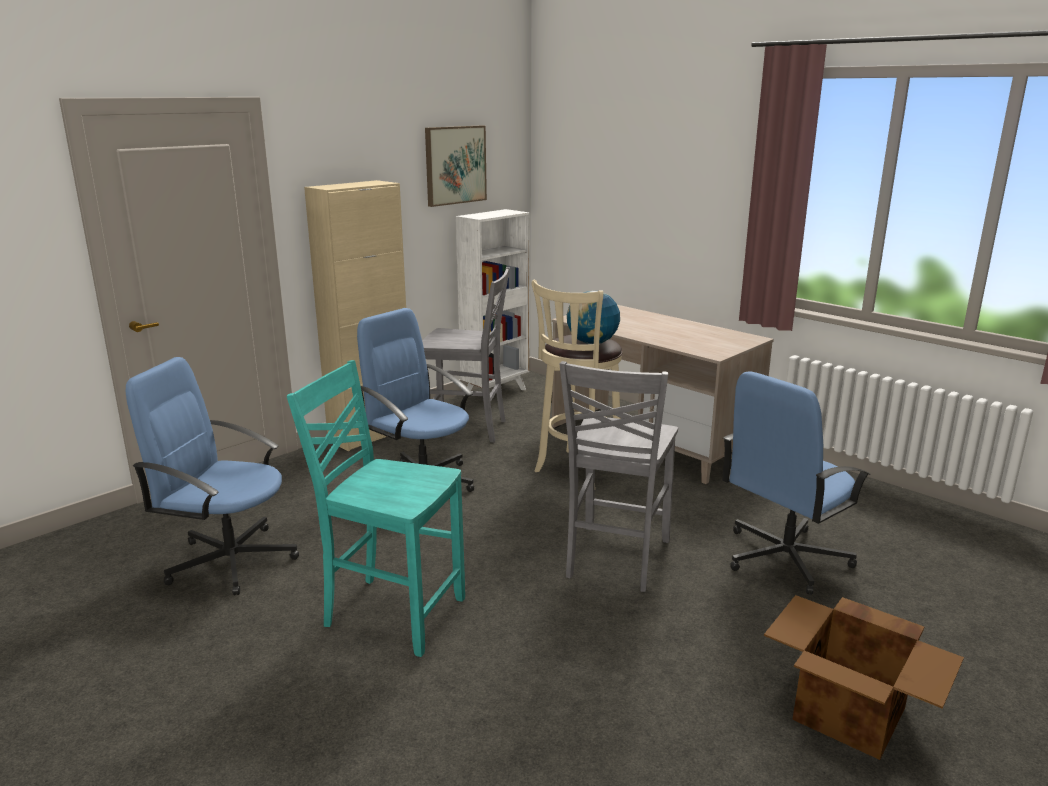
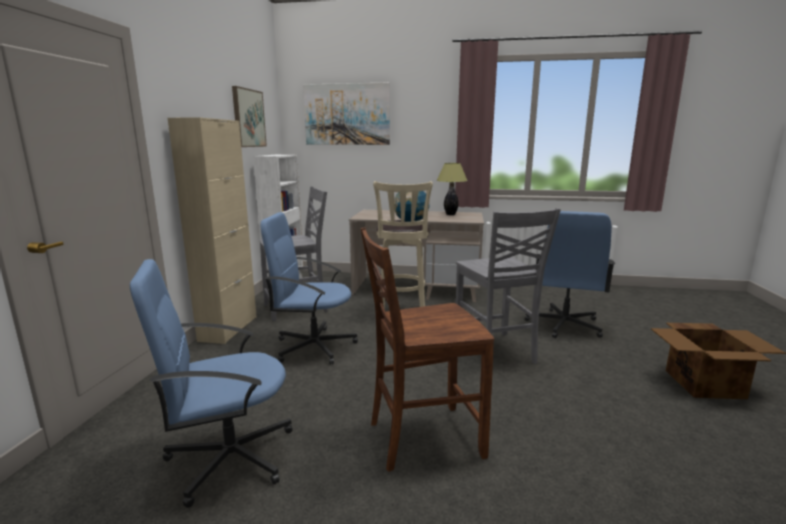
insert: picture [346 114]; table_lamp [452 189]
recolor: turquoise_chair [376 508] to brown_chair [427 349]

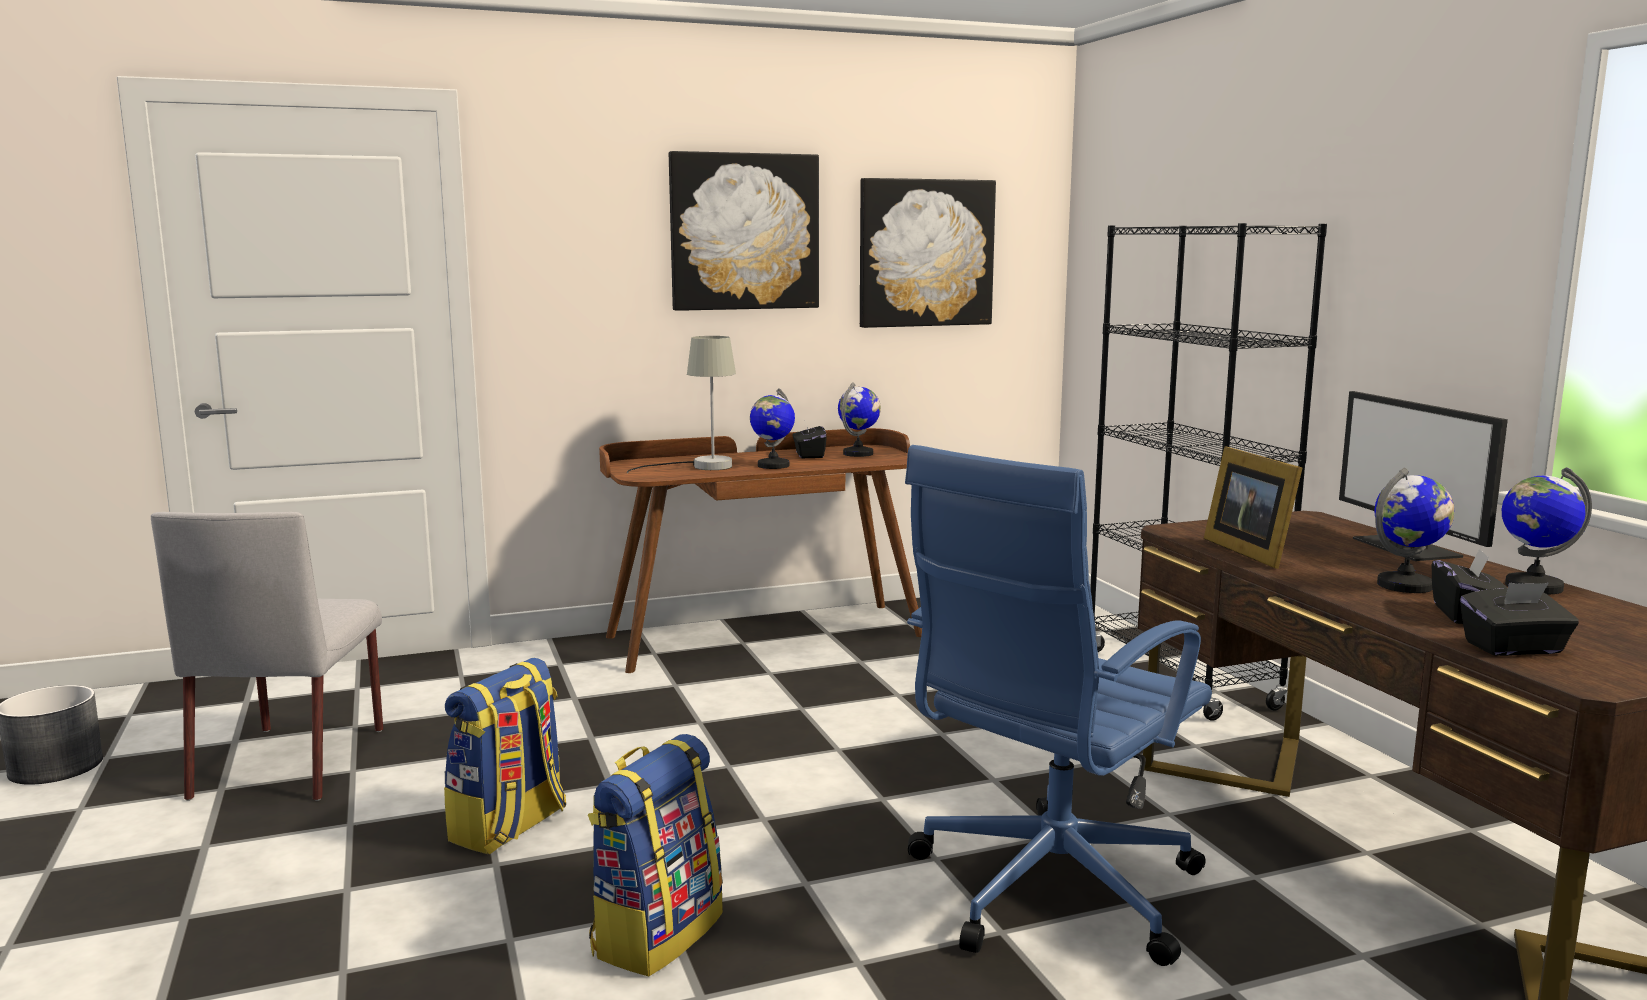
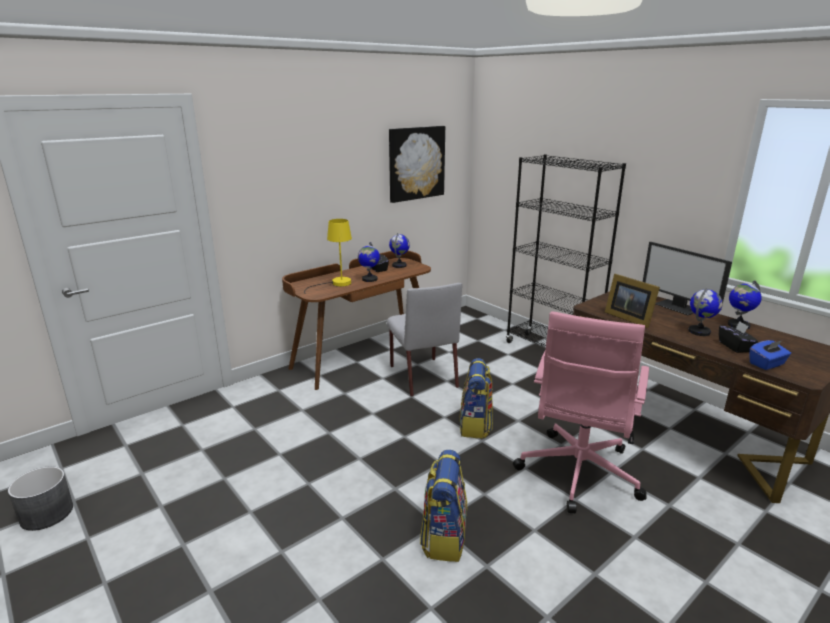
delete: picture [744 231]
move: grey_chair [267 656] to [424 340]; backpack [505 756] to [476 398]
recolor: grey_table_lamp [681 404] to yellow_table_lamp [328 256]; blue_office_chair [1058 705] to pink_office_chair [581 412]; black_tissue_box [1519 619] to blue_tissue_box [770 355]

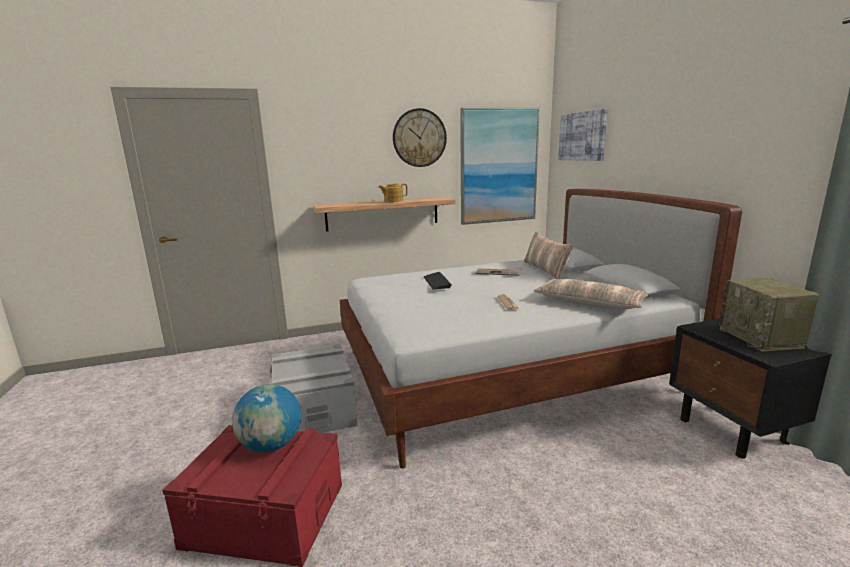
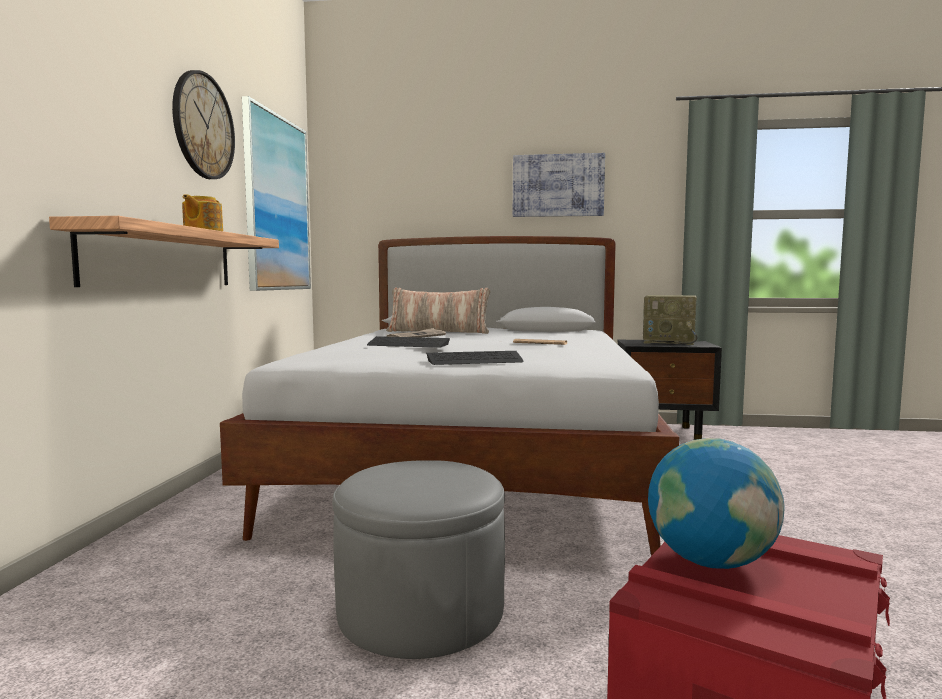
delete: pillow [591 294]
insert: keyboard [474 358]
move: picture [582 135] to [559 185]
replace: grey_storage_box [313 389] to grey_ottoman [418 559]

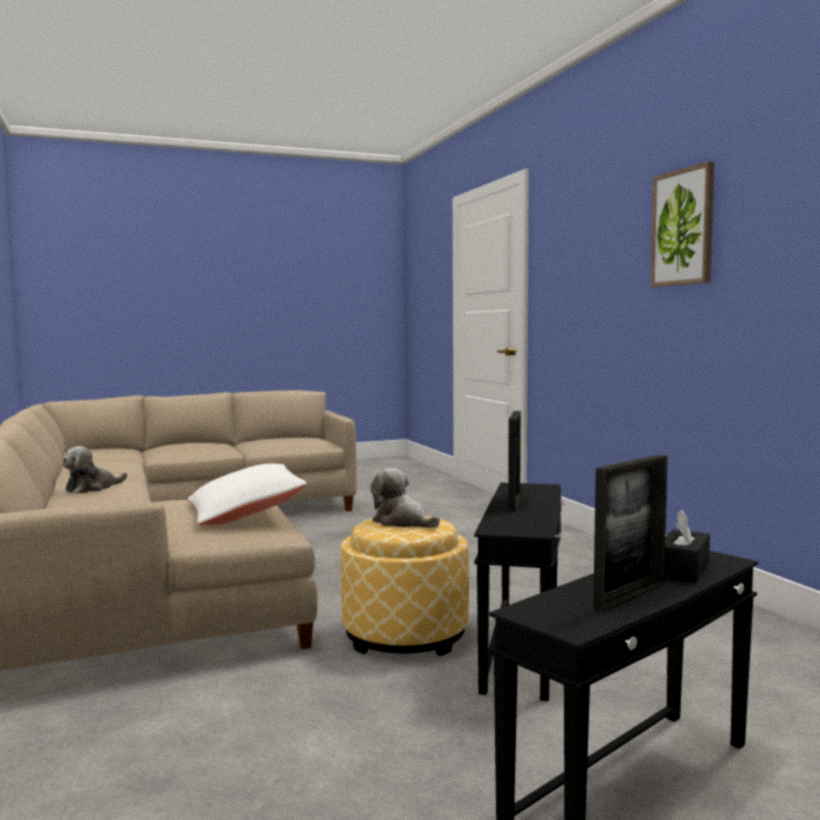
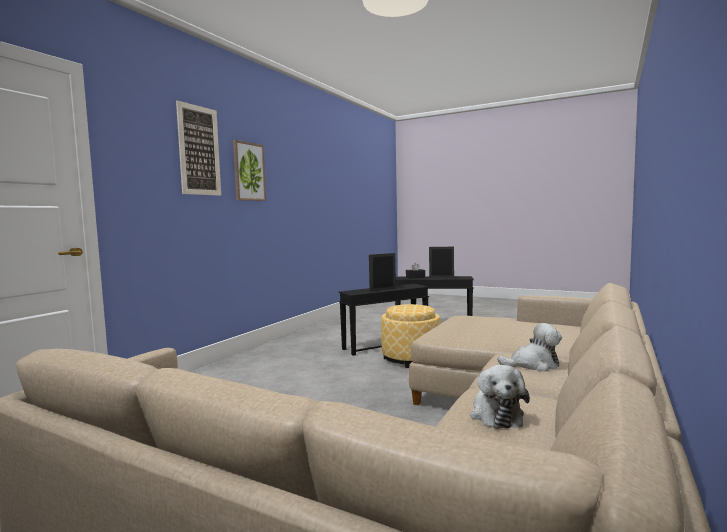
delete: white_pillow [247 494]
insert: picture [198 148]
move: plush_toy [405 498] to [500 397]

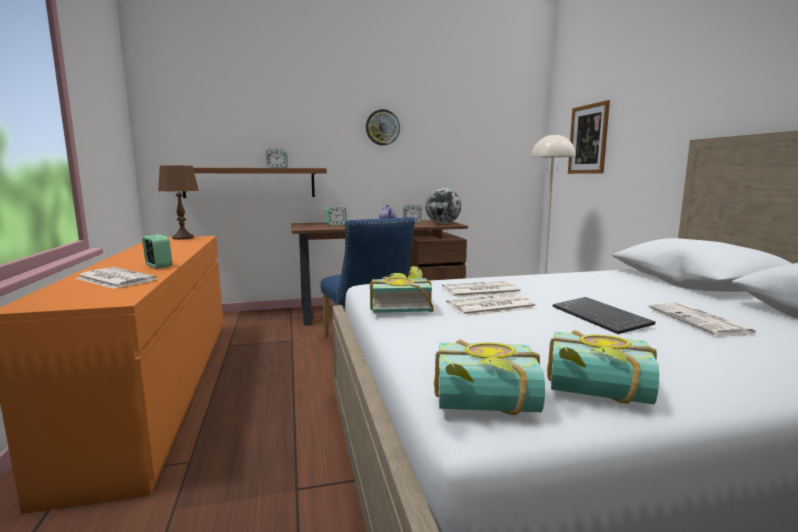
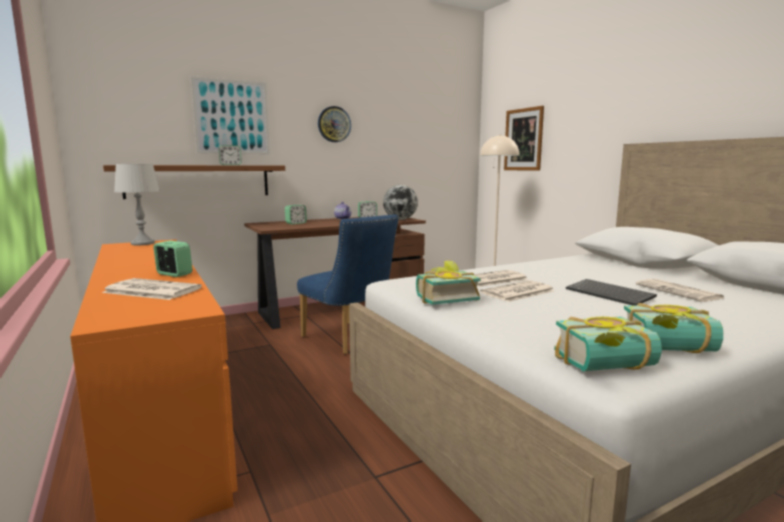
insert: picture [230 115]
recolor: brown_table_lamp [178 202] to grey_table_lamp [137 204]

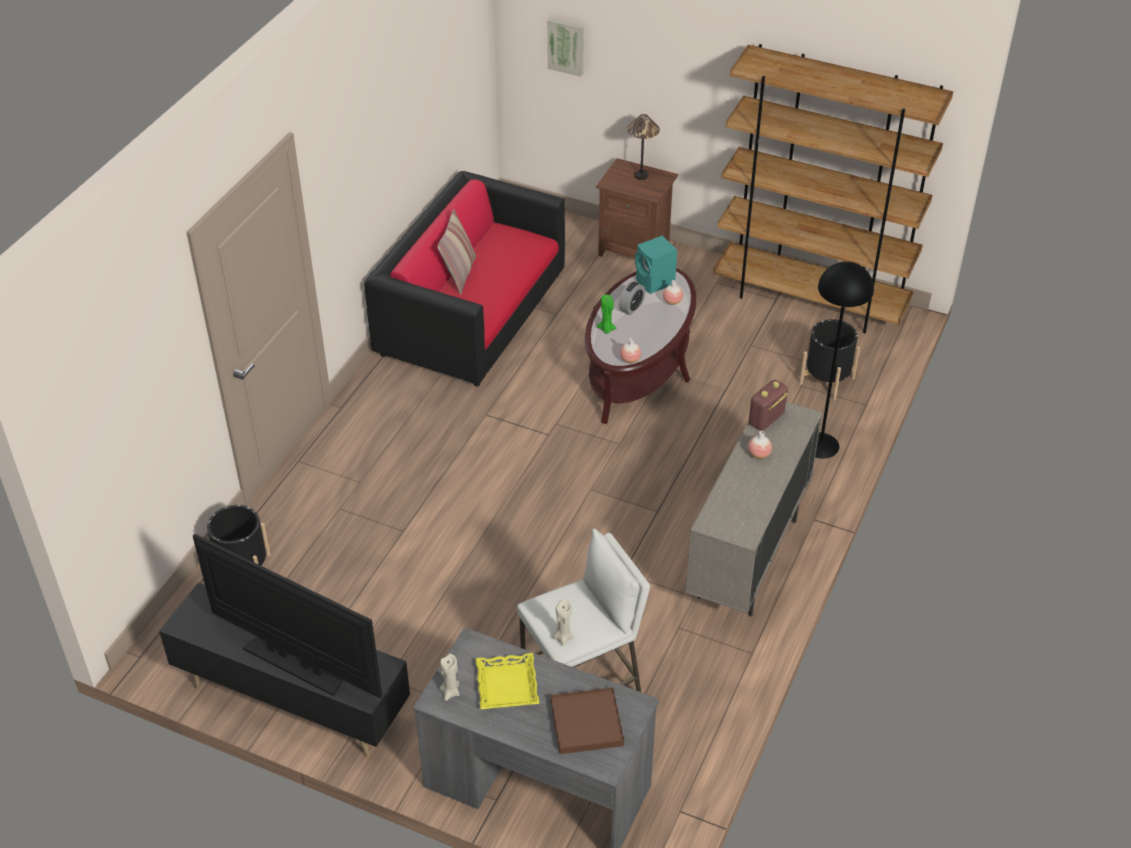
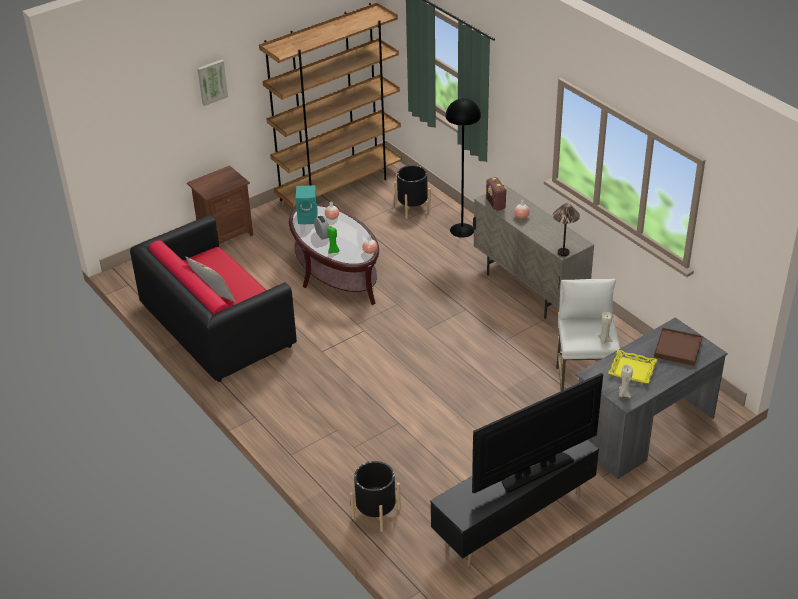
move: picture [565 47] to [212 82]; table_lamp [643 147] to [566 229]

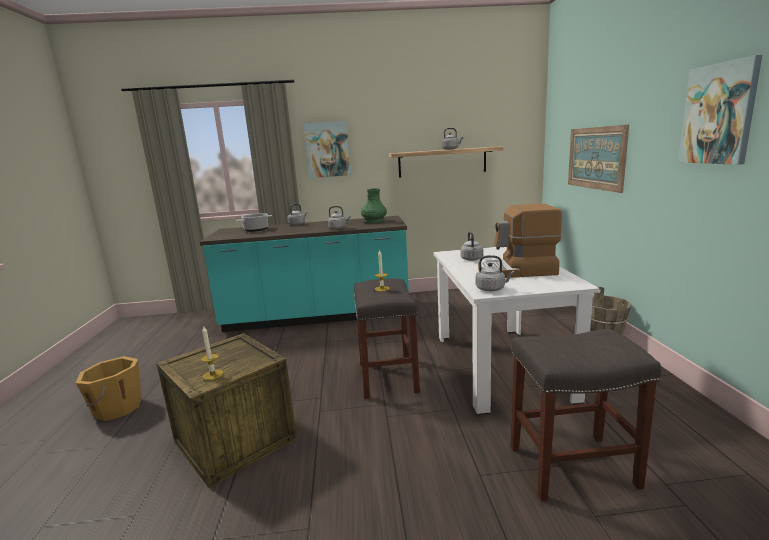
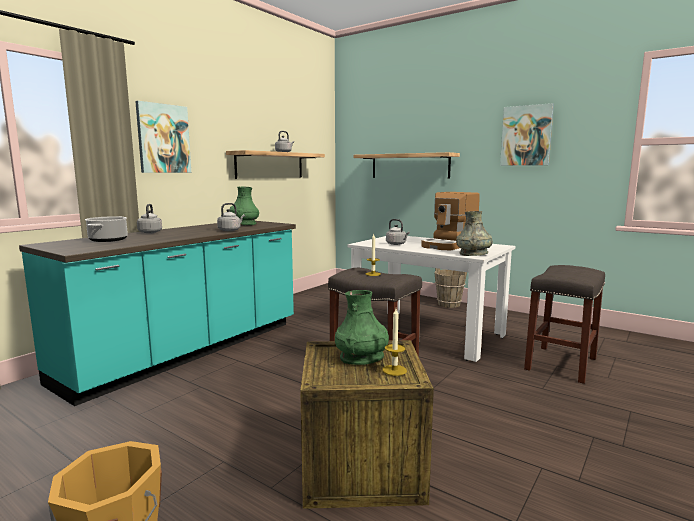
insert: green_vase [362 327]
replace: grey_kettle [495 273] to grey_vase [474 233]; picture [598 158] to shelf [407 165]

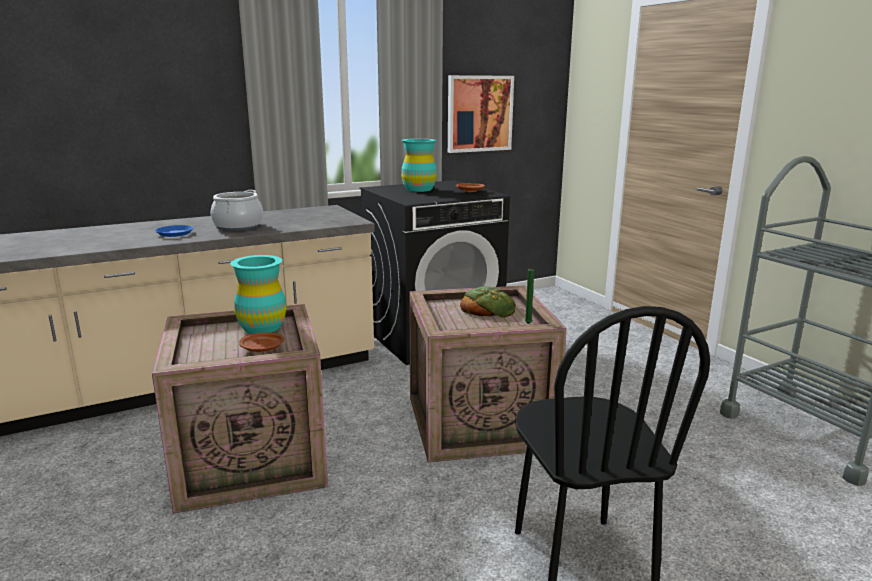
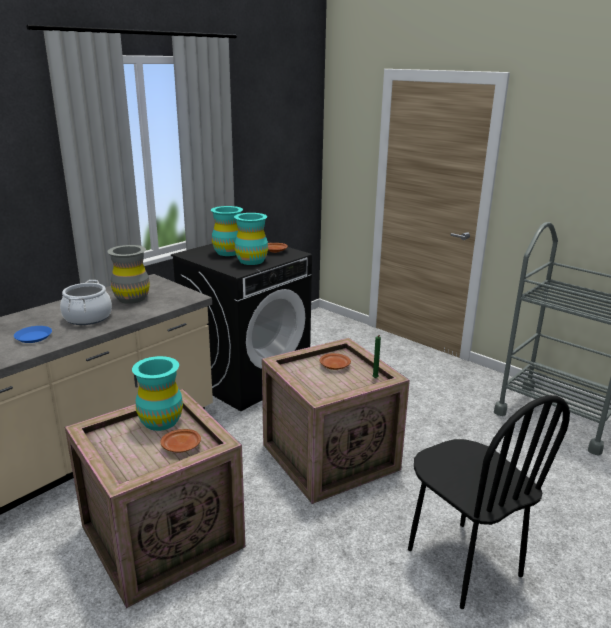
delete: picture [481 114]
insert: grey_vase [128 274]; turquoise_vase [251 239]
replace: bread [488 302] to brown_plate [335 361]

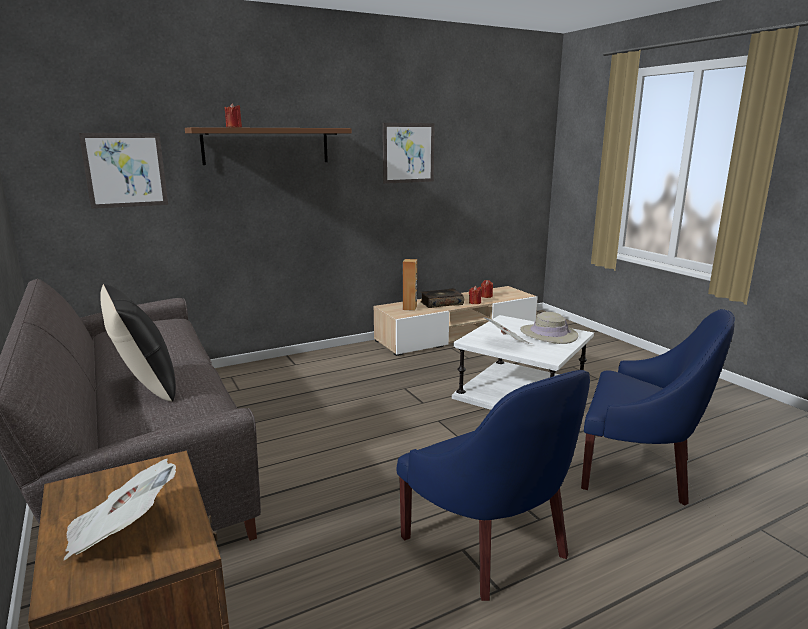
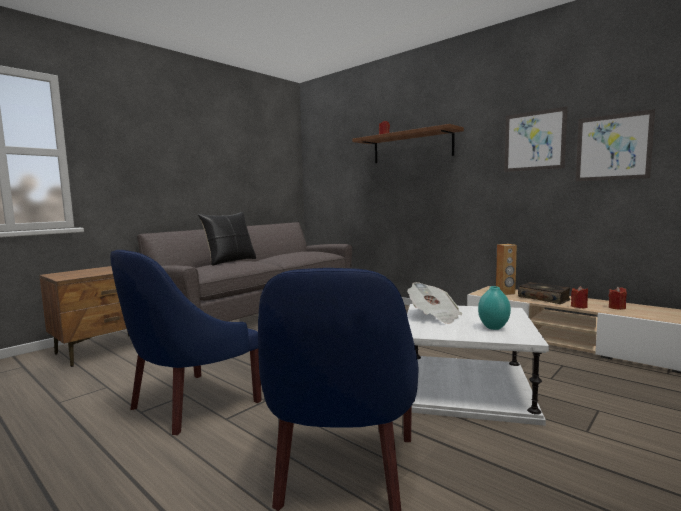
delete: newspaper [119 509]
move: picture [123 171] to [615 145]
replace: beige_hat [549 328] to turquoise_vase [494 308]

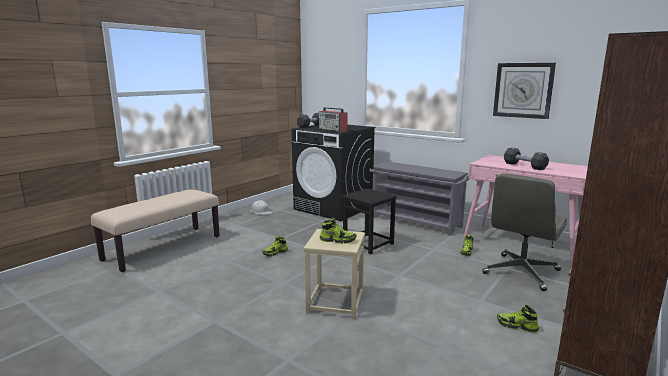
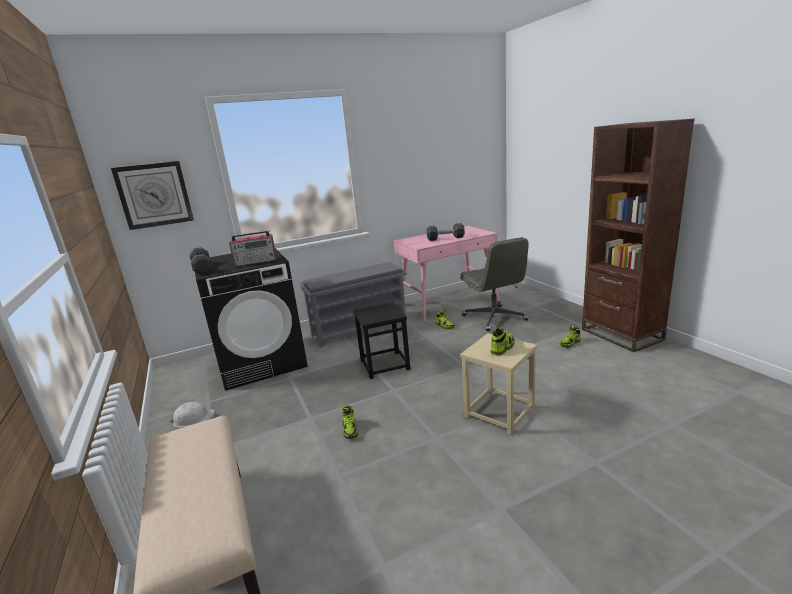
move: wall_clock [524 91] to [152 195]

